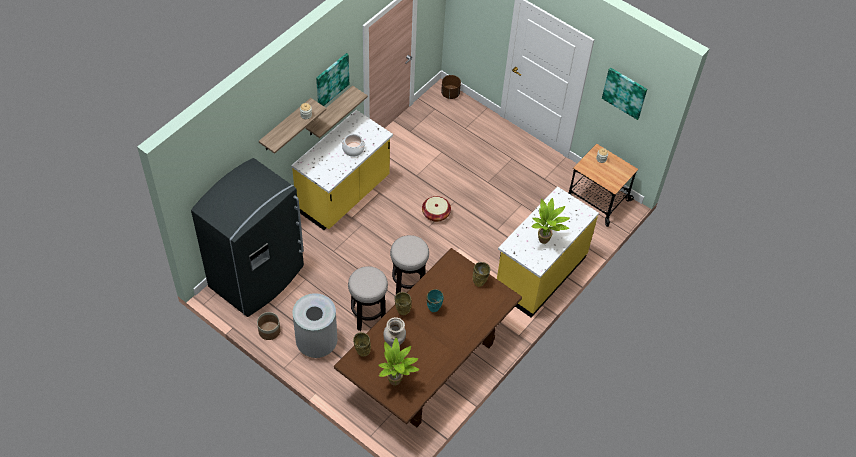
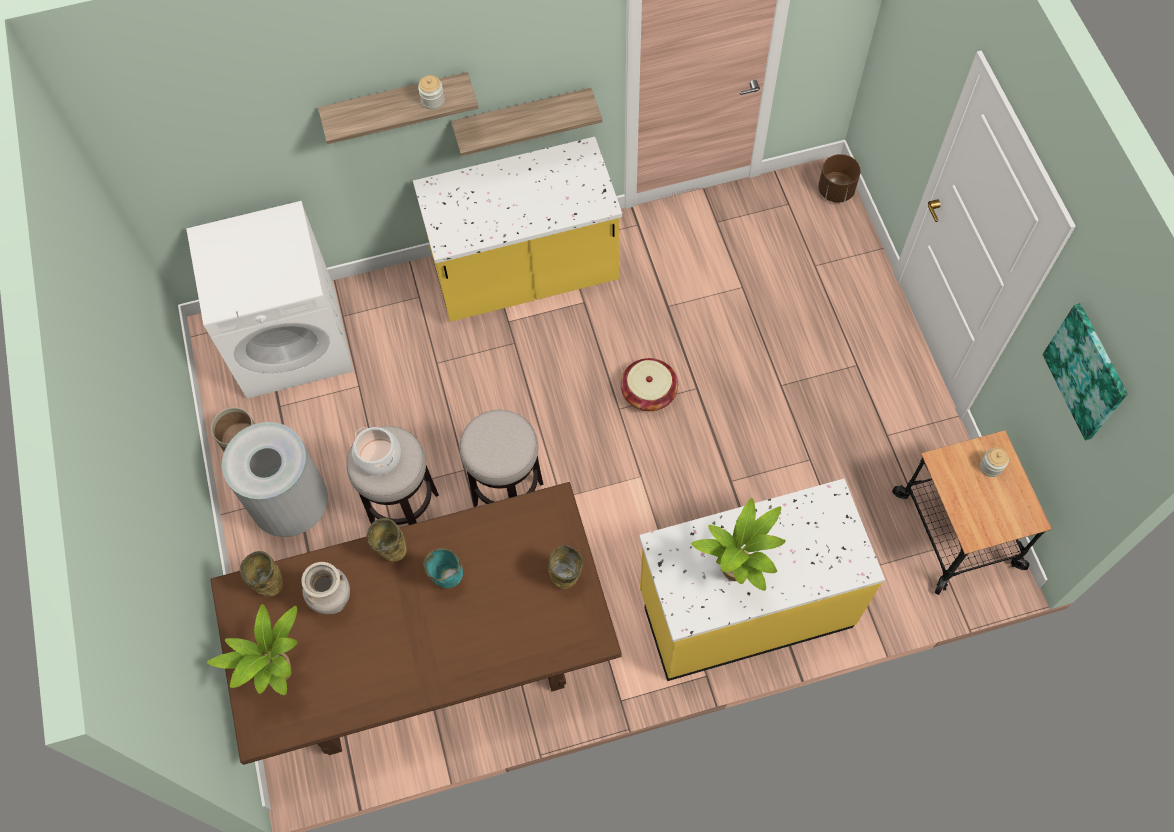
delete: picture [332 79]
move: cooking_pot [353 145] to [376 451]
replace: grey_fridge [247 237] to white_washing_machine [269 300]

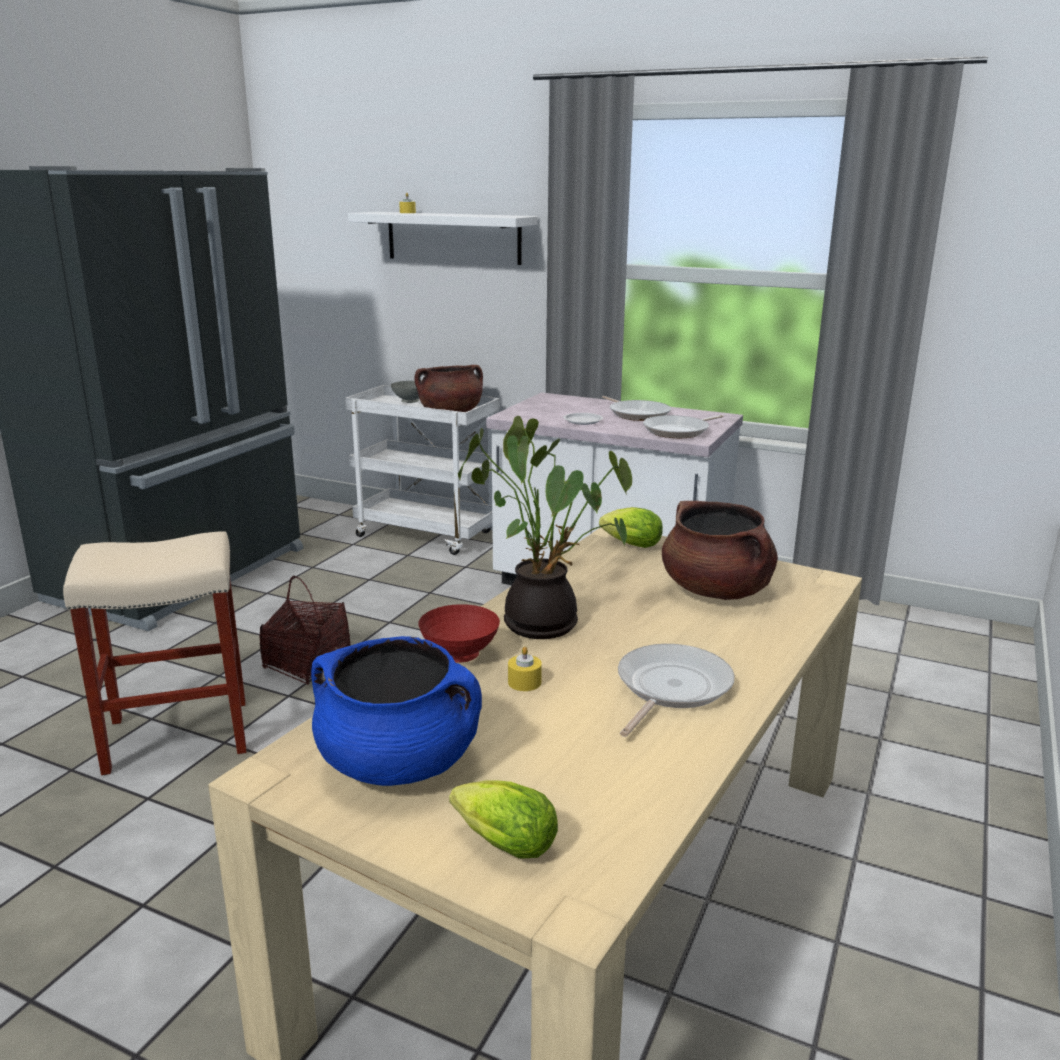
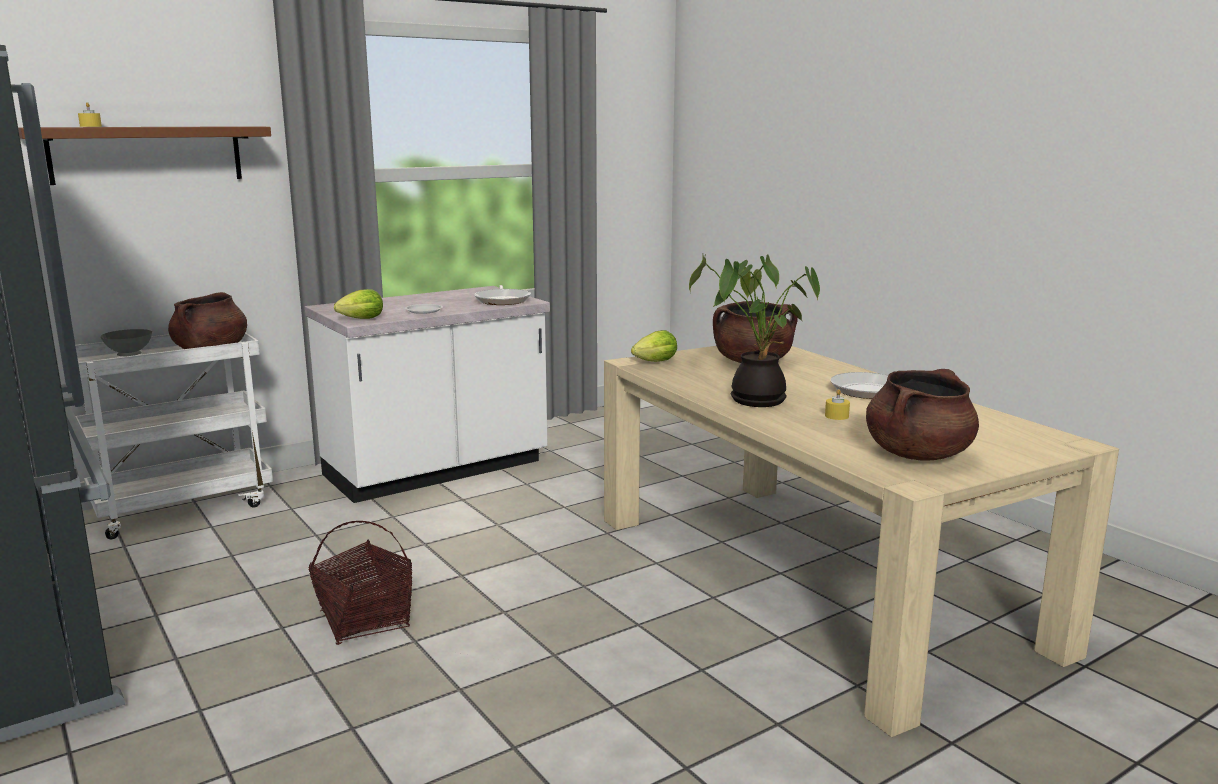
delete: beige_stool [154 653]; red_bowl [459 633]; frying_pan [636 408]
move: lettuce [503 819] to [358 304]
recolor: blue_cooking_pot [396 711] to brown_cooking_pot [922 415]; white_shelf [443 238] to brown_shelf [144 155]

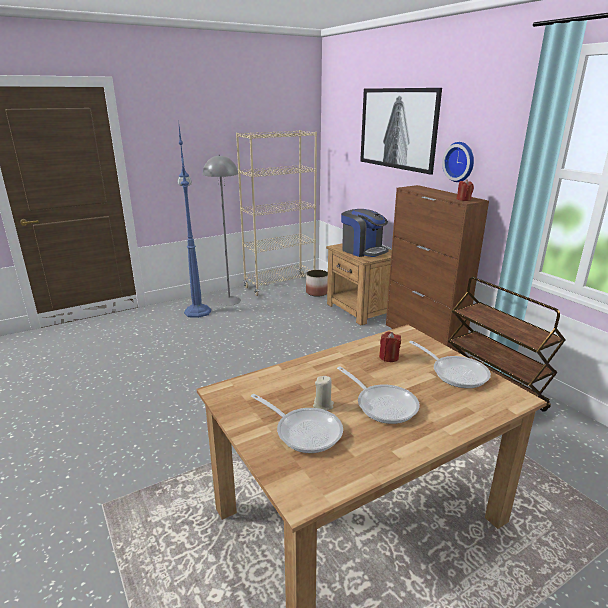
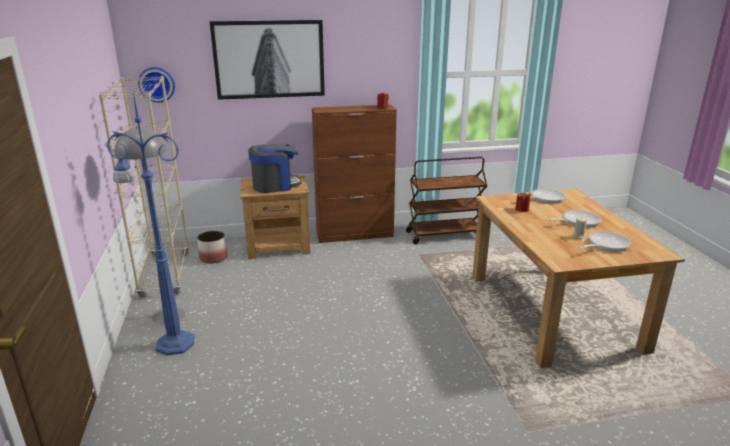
move: wall_clock [458 162] to [156 84]

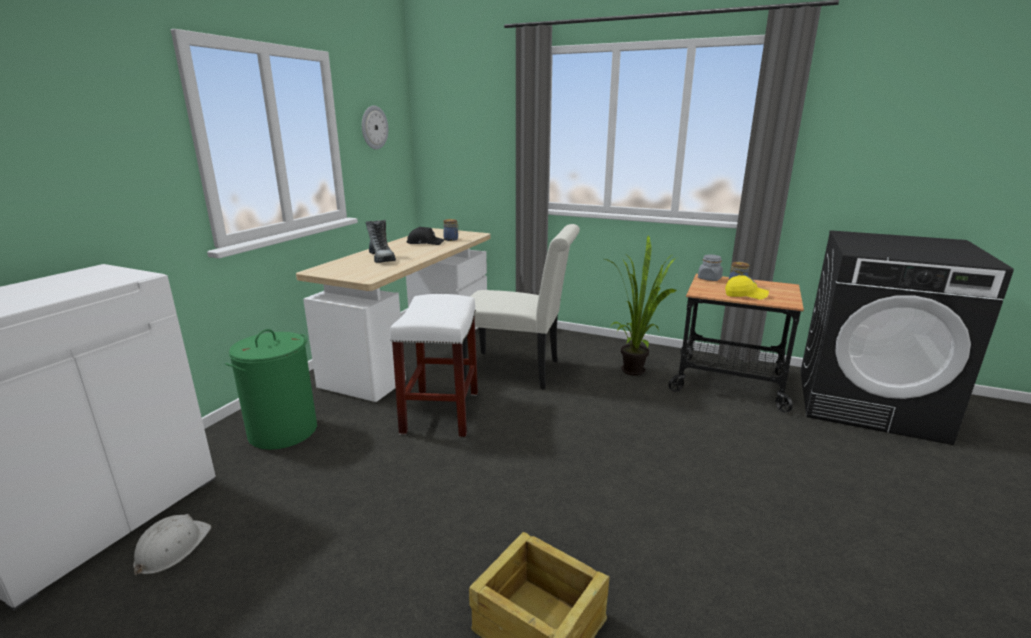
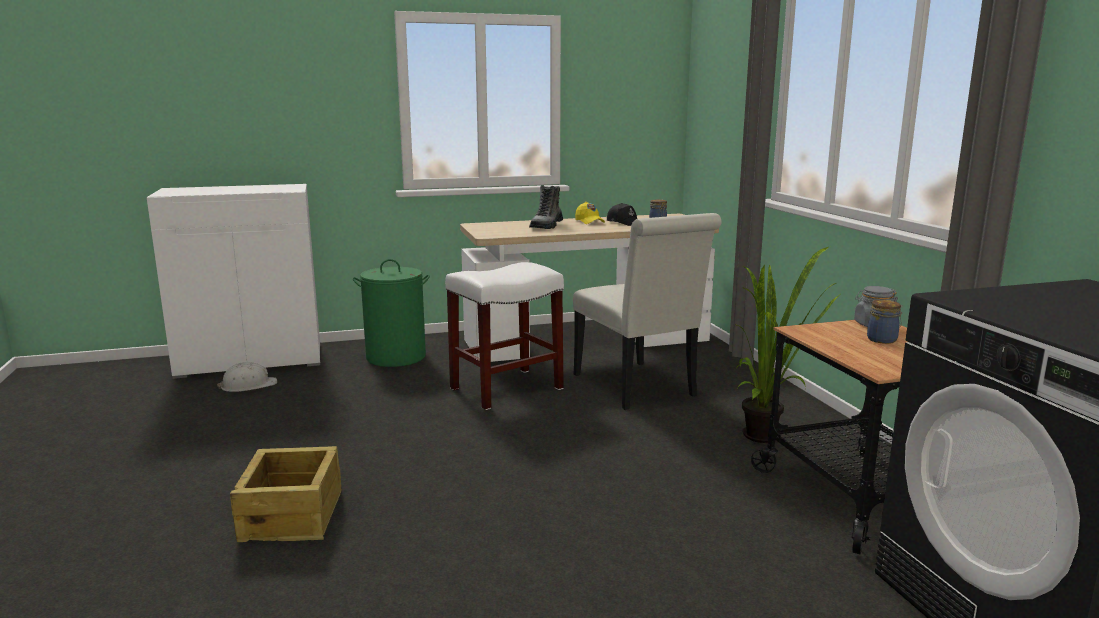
delete: wall_clock [375 127]
move: yellow_cap [747 287] to [590 213]

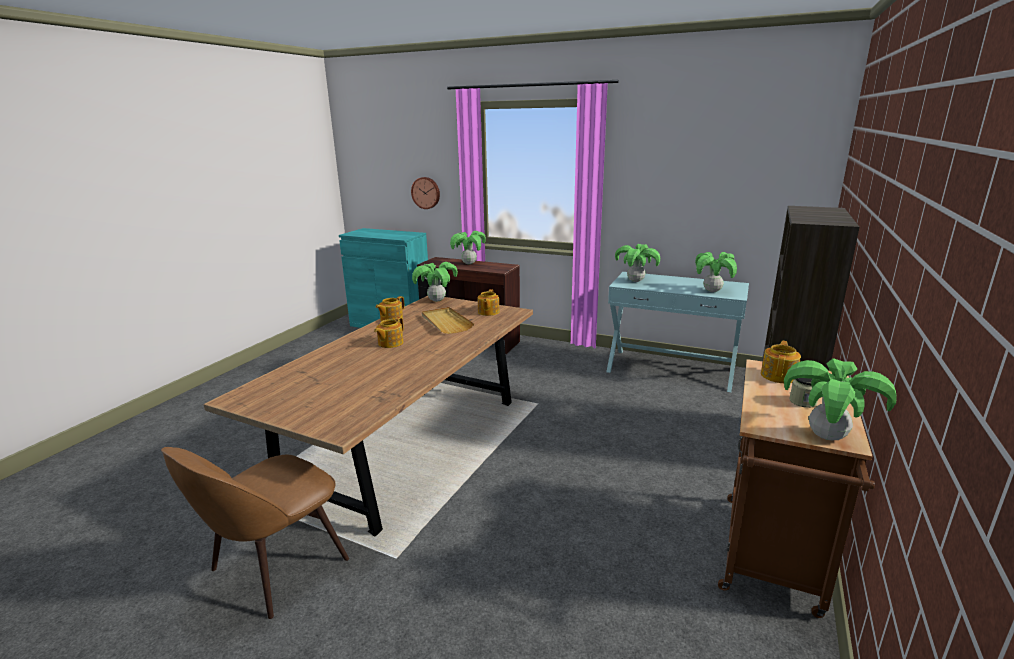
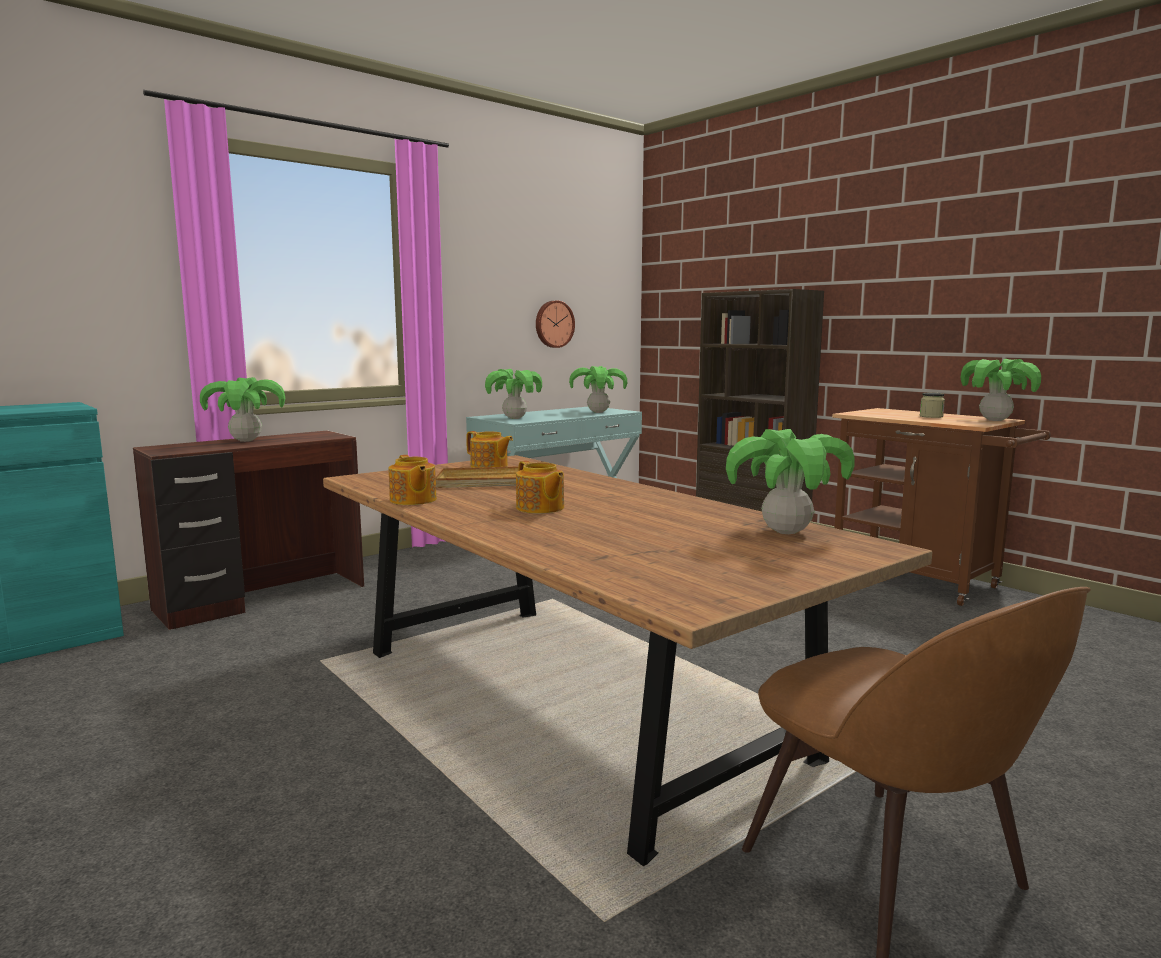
delete: teapot [781 362]
move: wall_clock [425 193] to [555 324]; potted_plant [435 282] to [790 481]

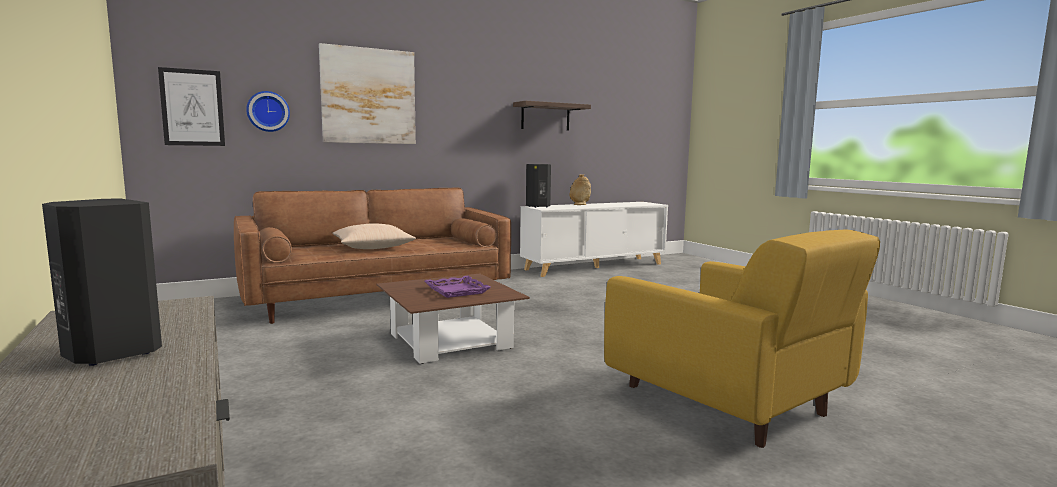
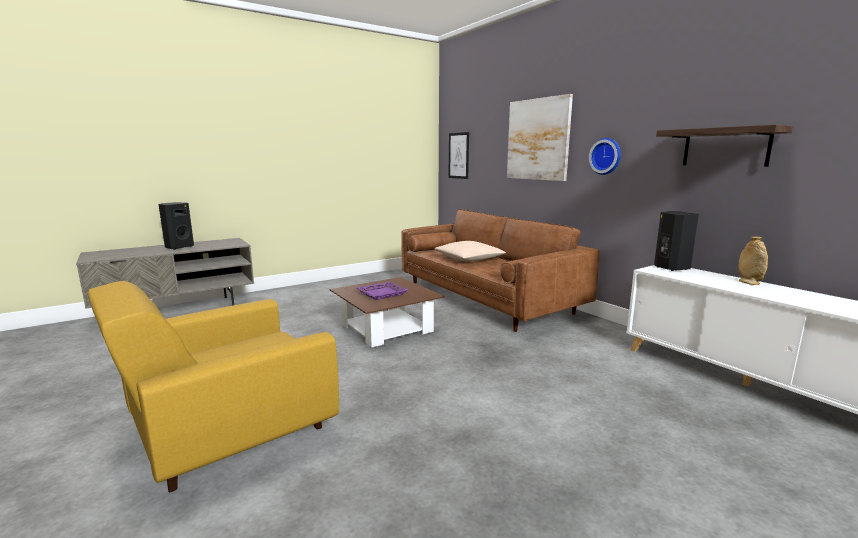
move: wall_clock [268 111] to [605 156]

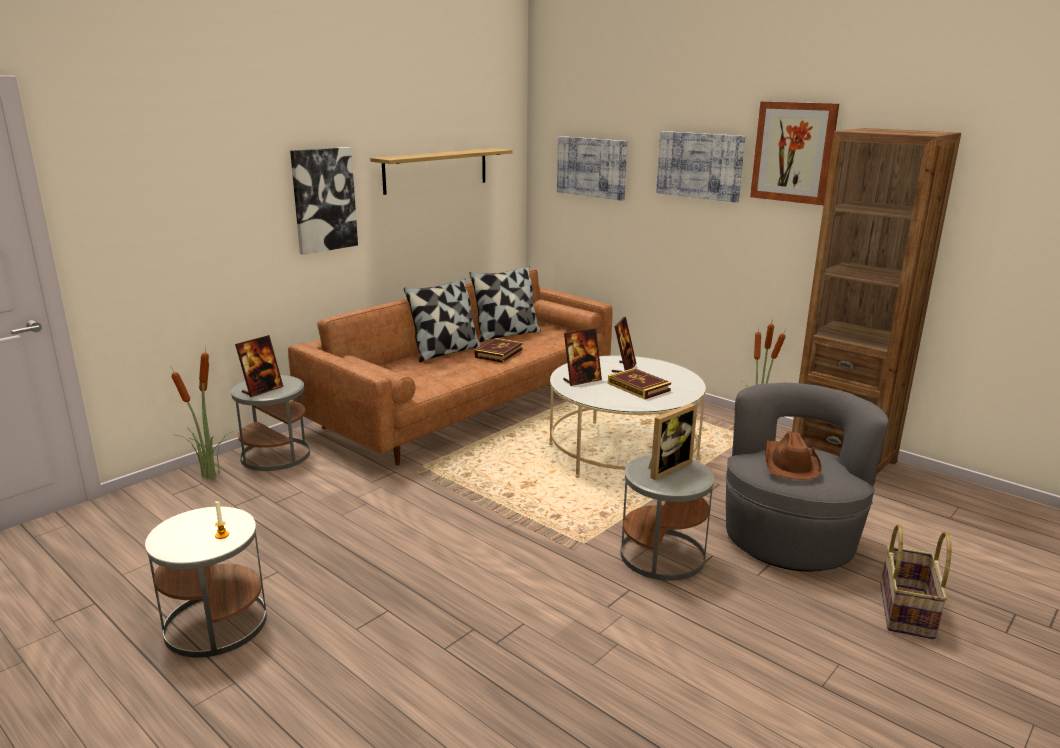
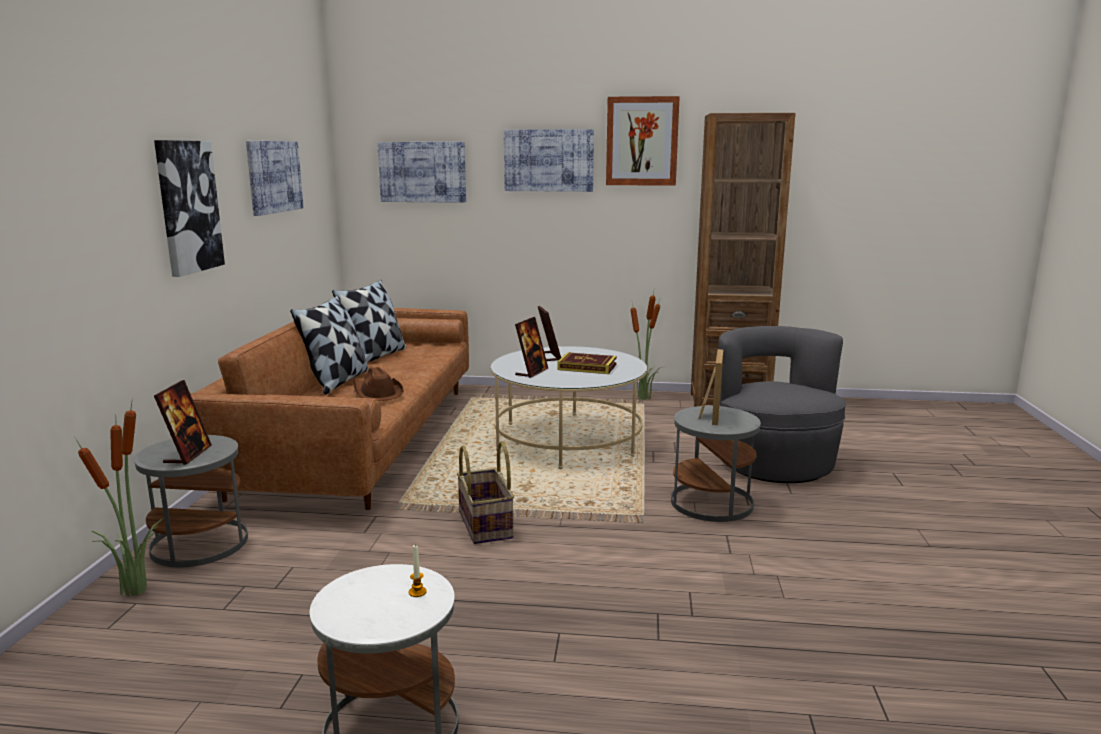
delete: book [498 350]
move: brown_hat [793 455] to [378 384]; basket [916 581] to [485 492]
replace: shelf [441 171] to picture [275 178]

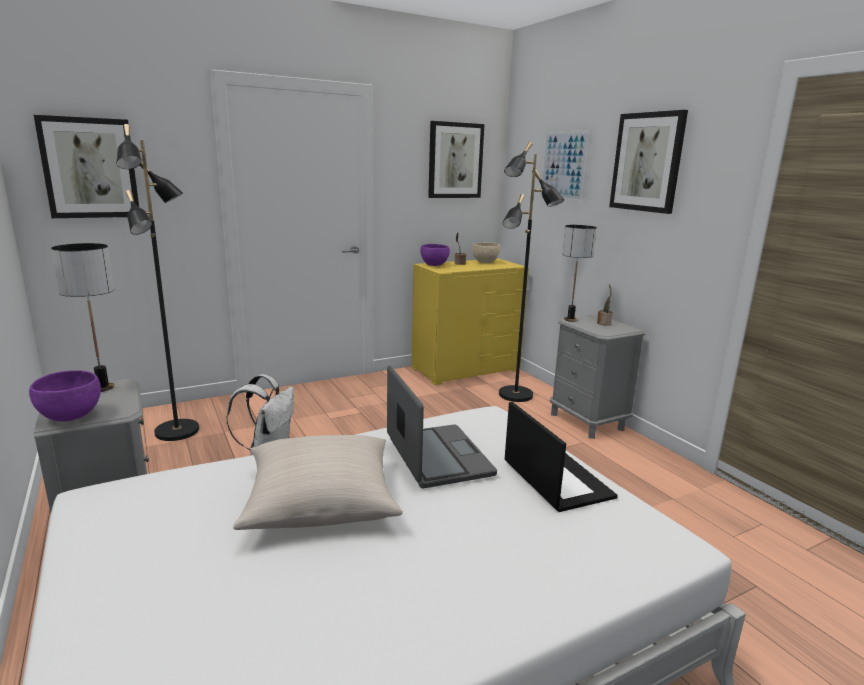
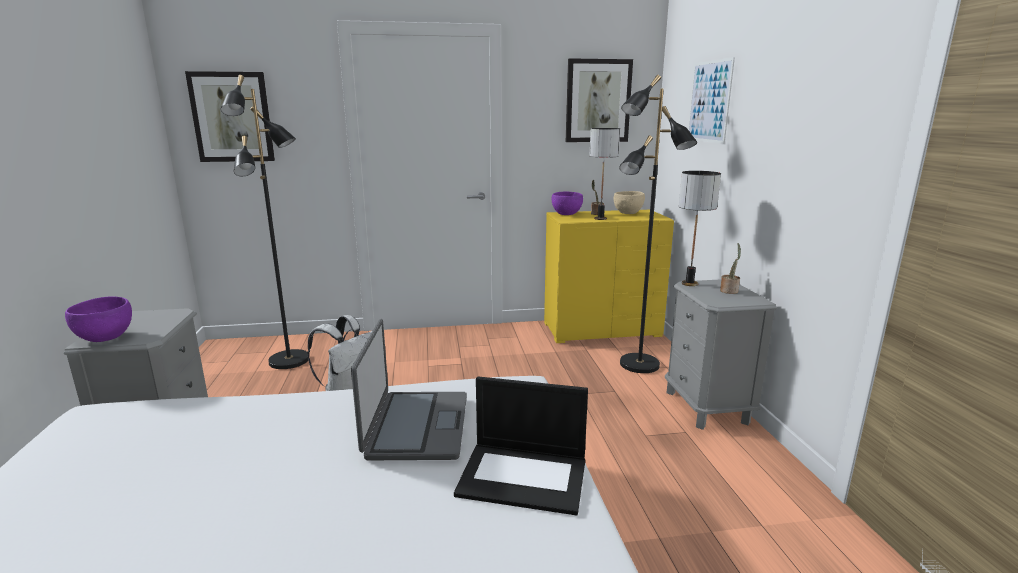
delete: beige_pillow [318 482]; picture [648 162]
move: table_lamp [82 317] to [604 174]
rotate: laptop [561 457] = [521 445] 105 degrees clockwise

